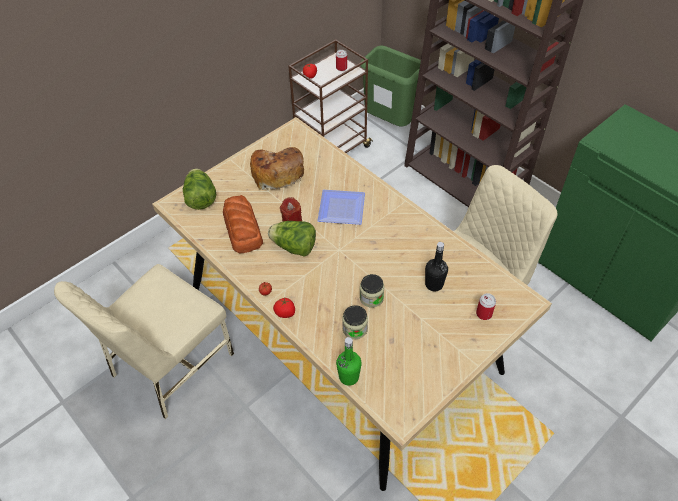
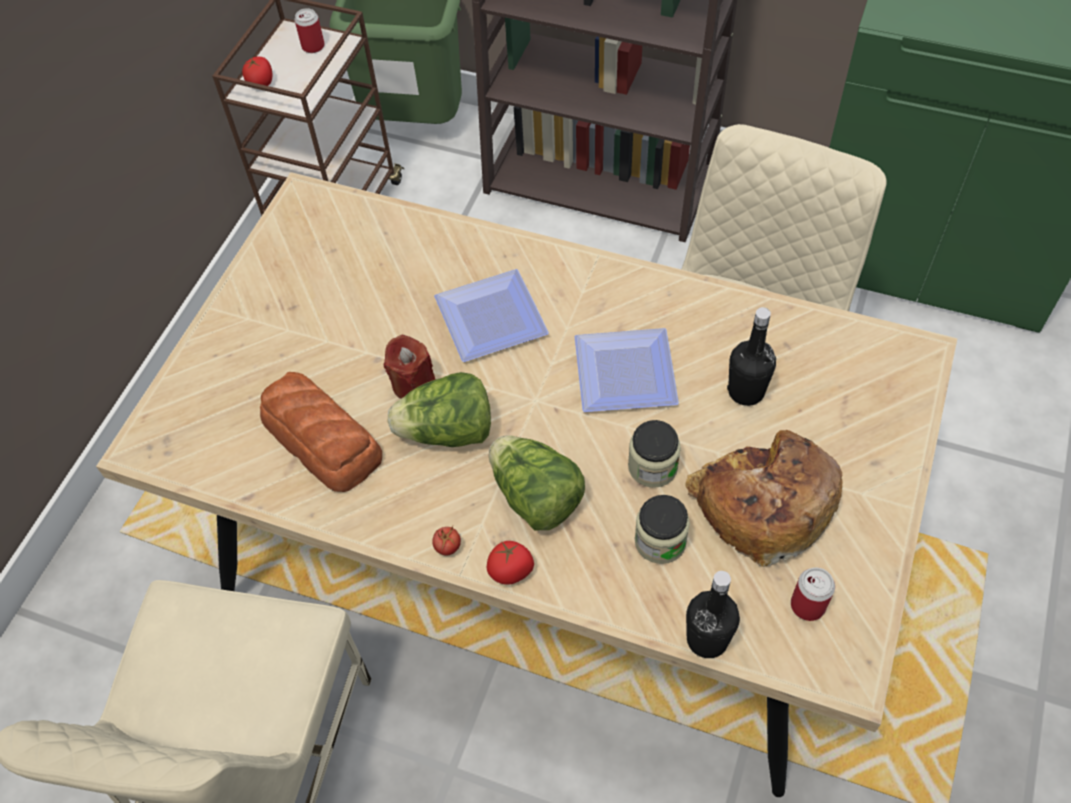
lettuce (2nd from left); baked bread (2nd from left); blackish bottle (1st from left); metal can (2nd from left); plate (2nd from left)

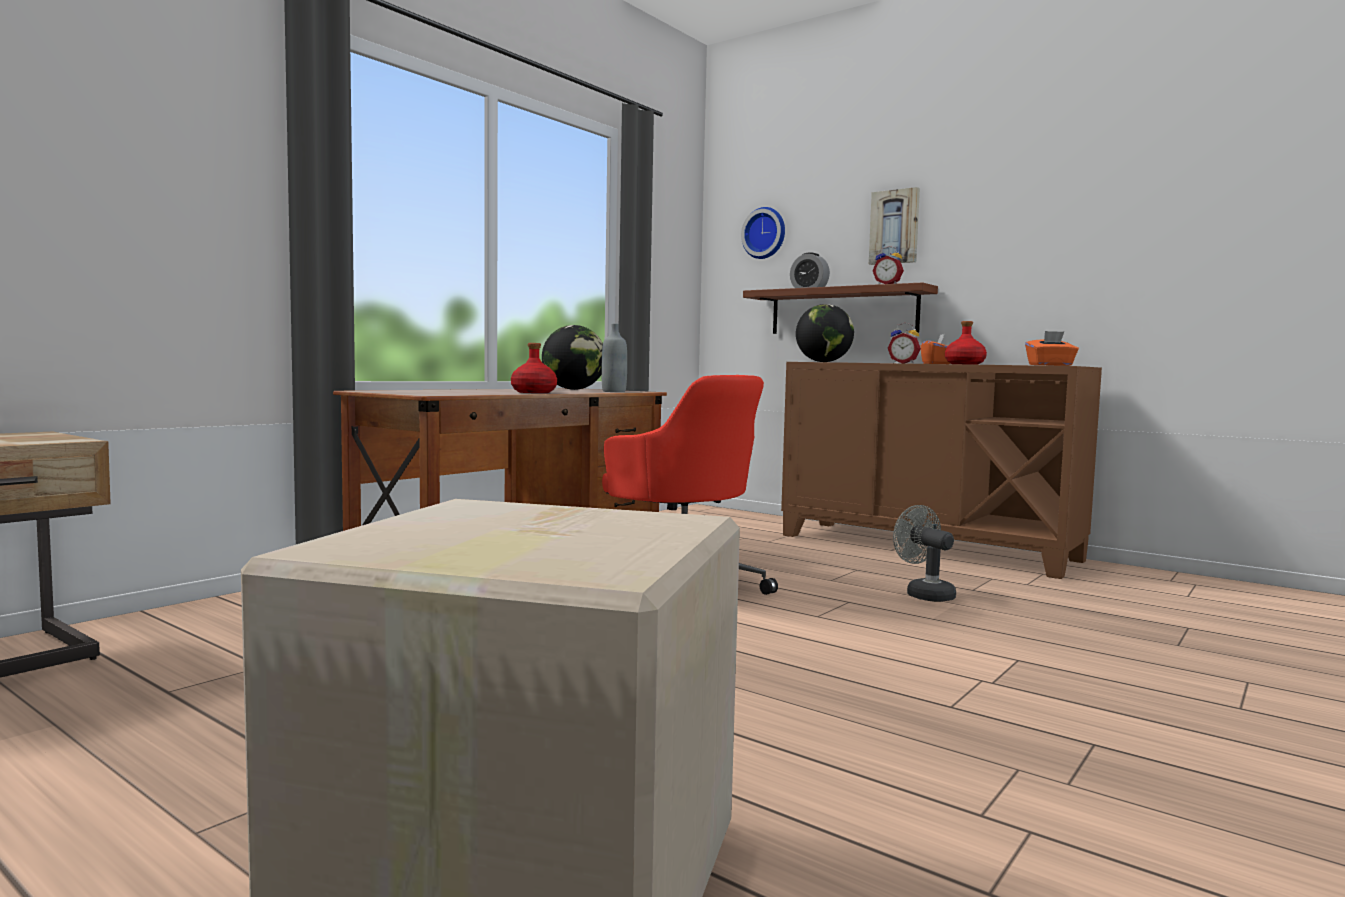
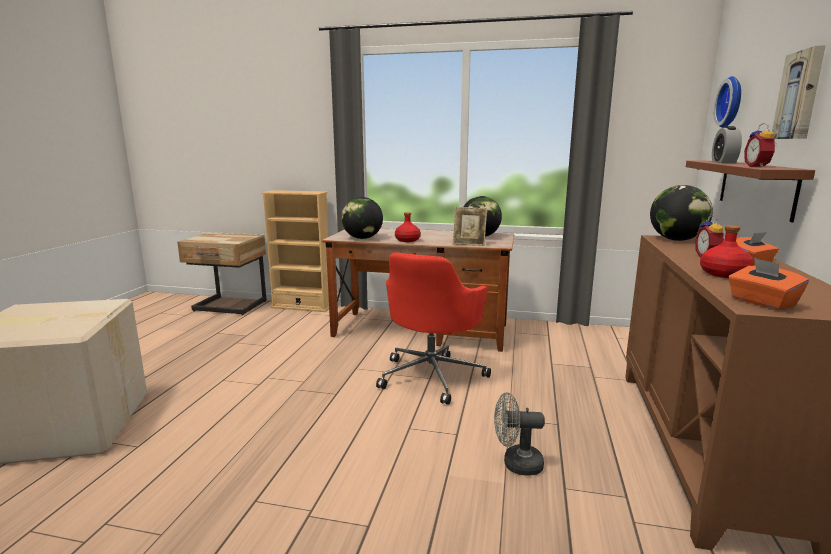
photo frame; greyish cooling fan; beige bookcase; globe (1st from left)

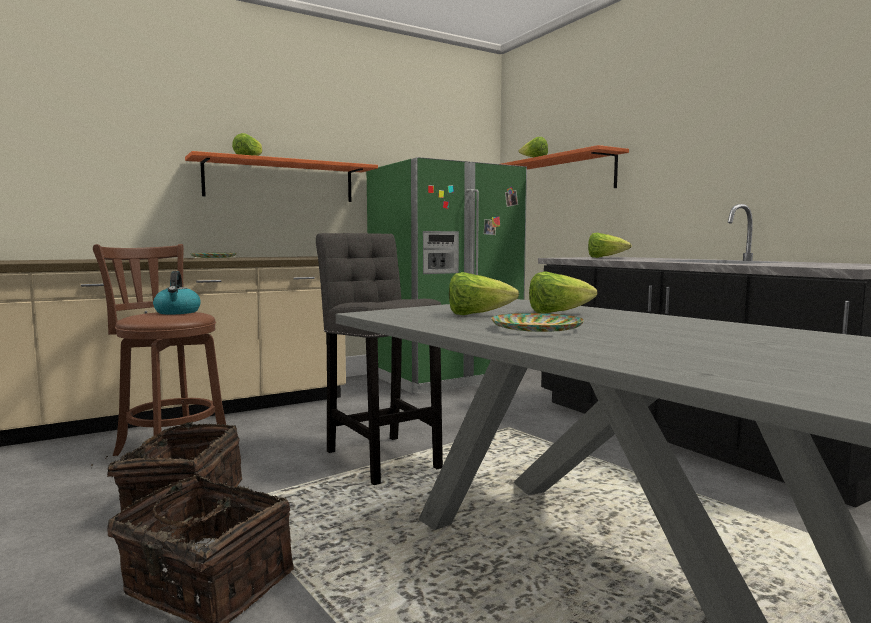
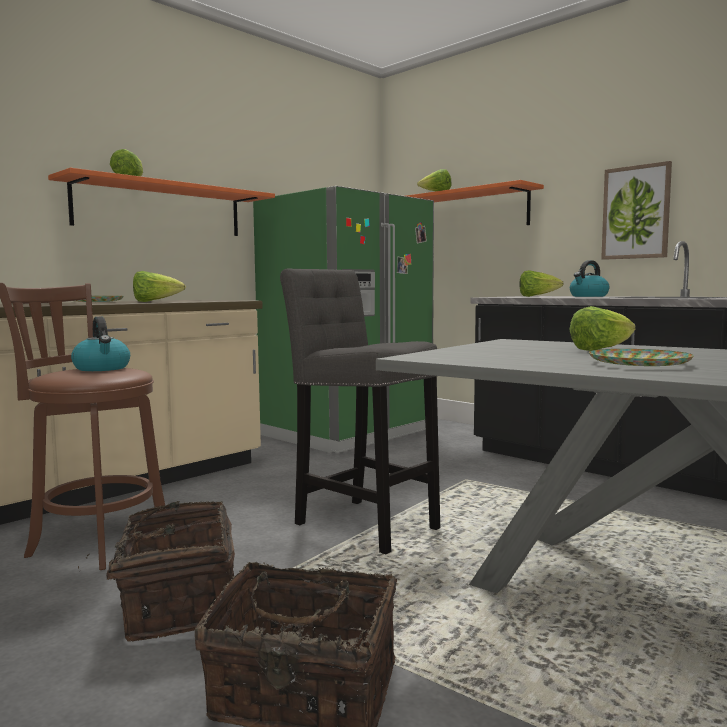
lettuce (2nd from left); water kettle (2nd from left); wall picture

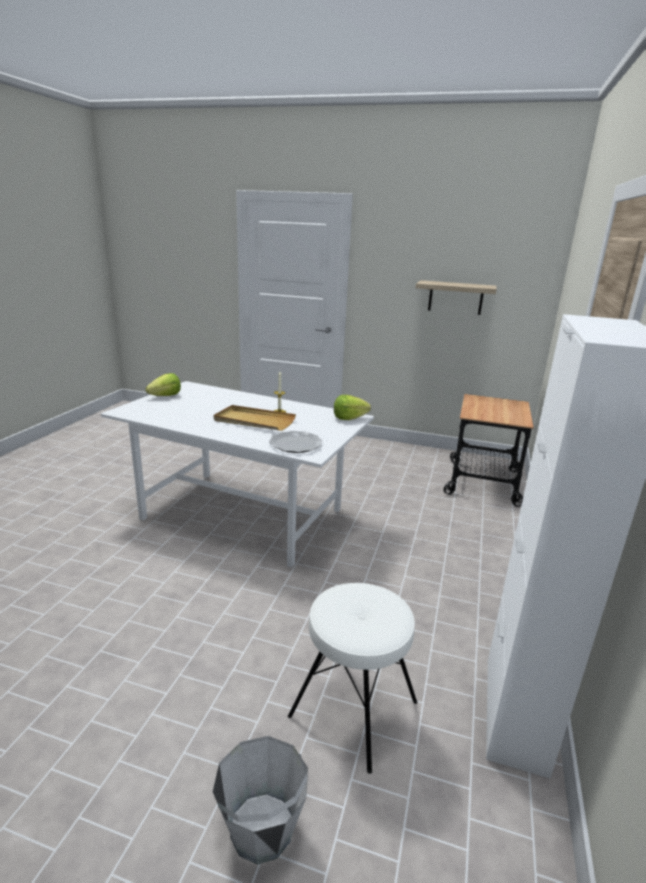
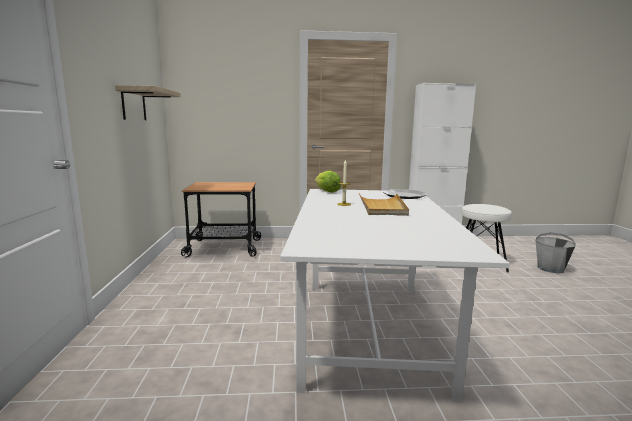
lettuce (1st from left in the first image)

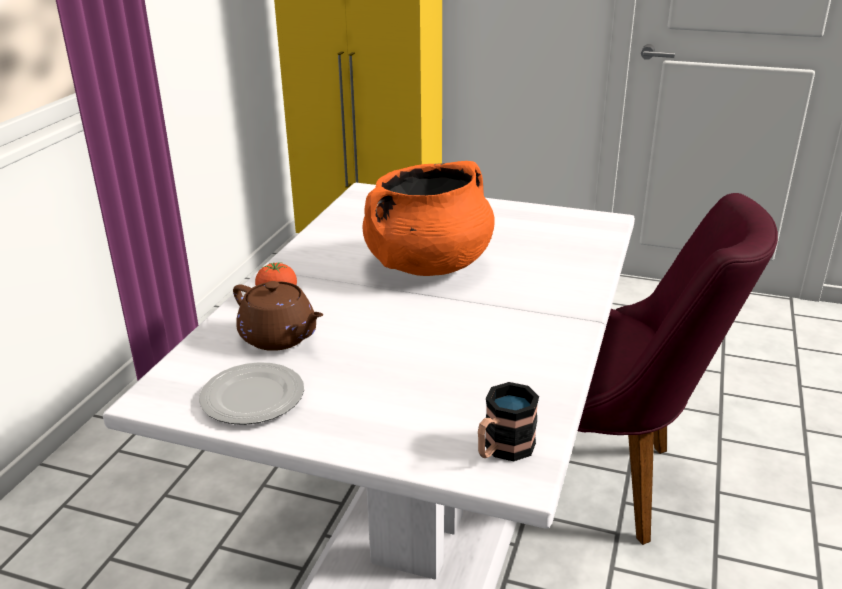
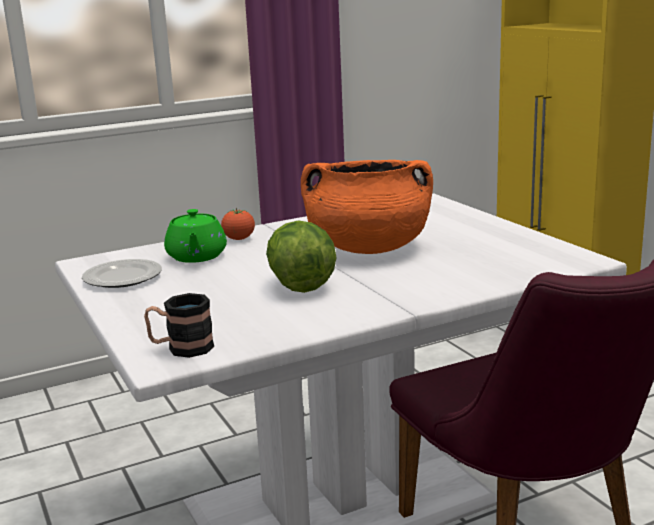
green tea pot; lettuce

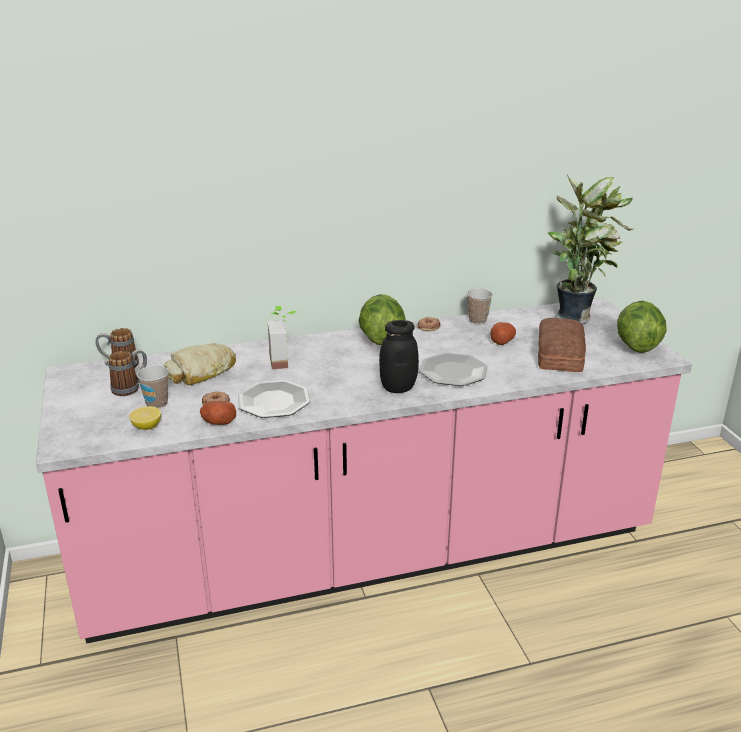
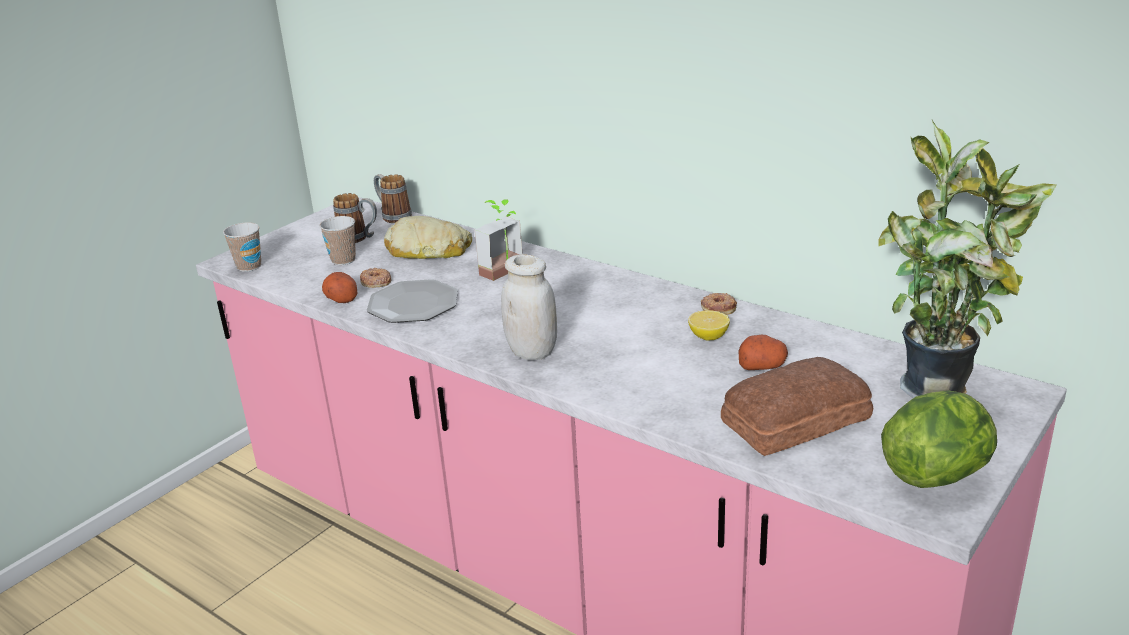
citrus fruit; lettuce (1st from left in the first image); white-coloured jar; plate (2nd from left in the first image); small cup (1st from left)

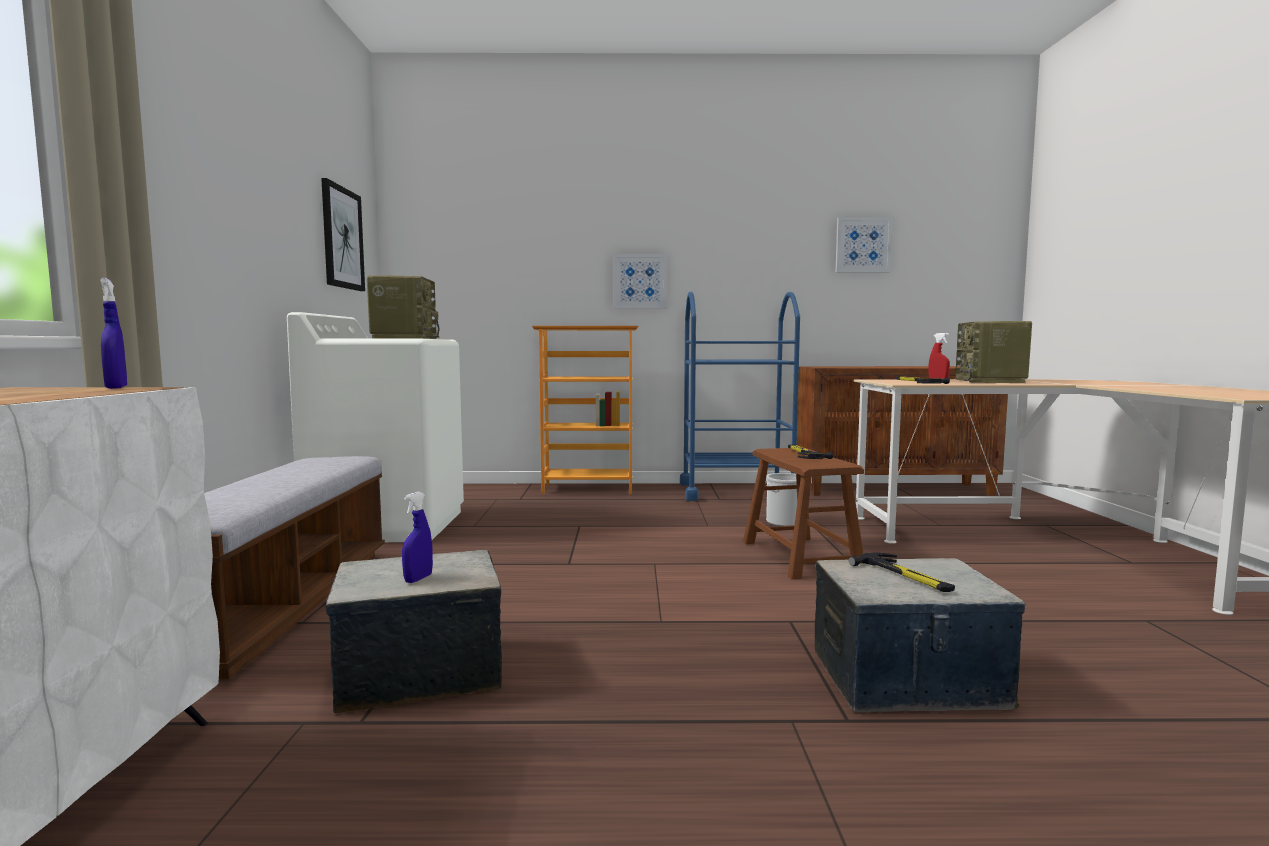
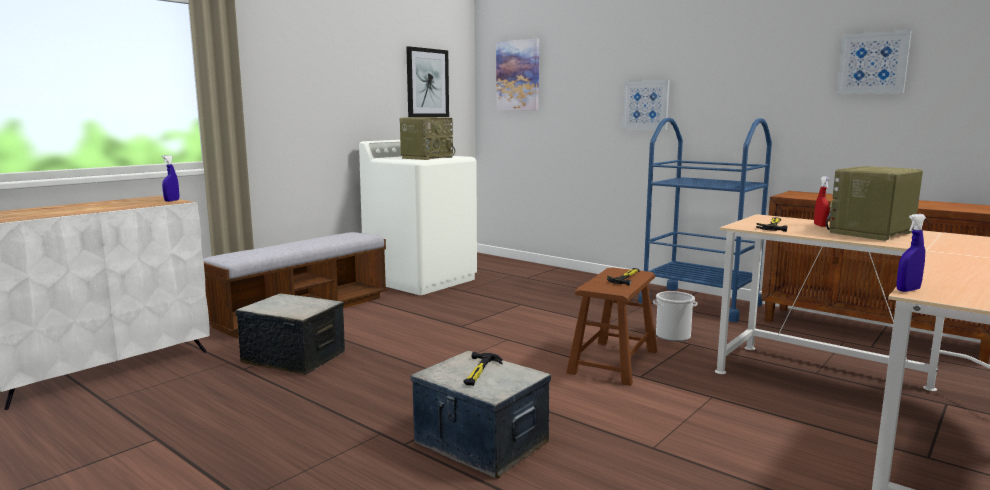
blue spray bottle (2nd from left); bookcase; wall picture (2nd from left)

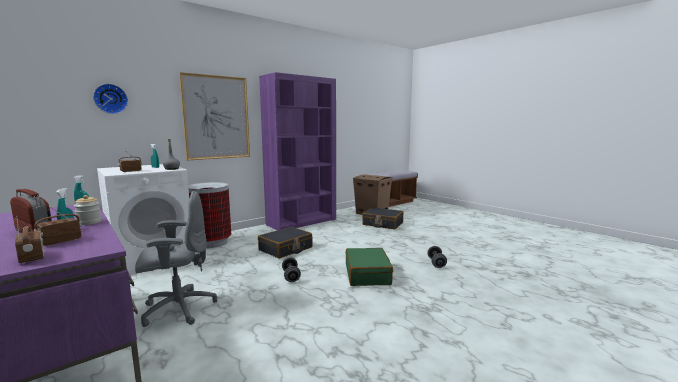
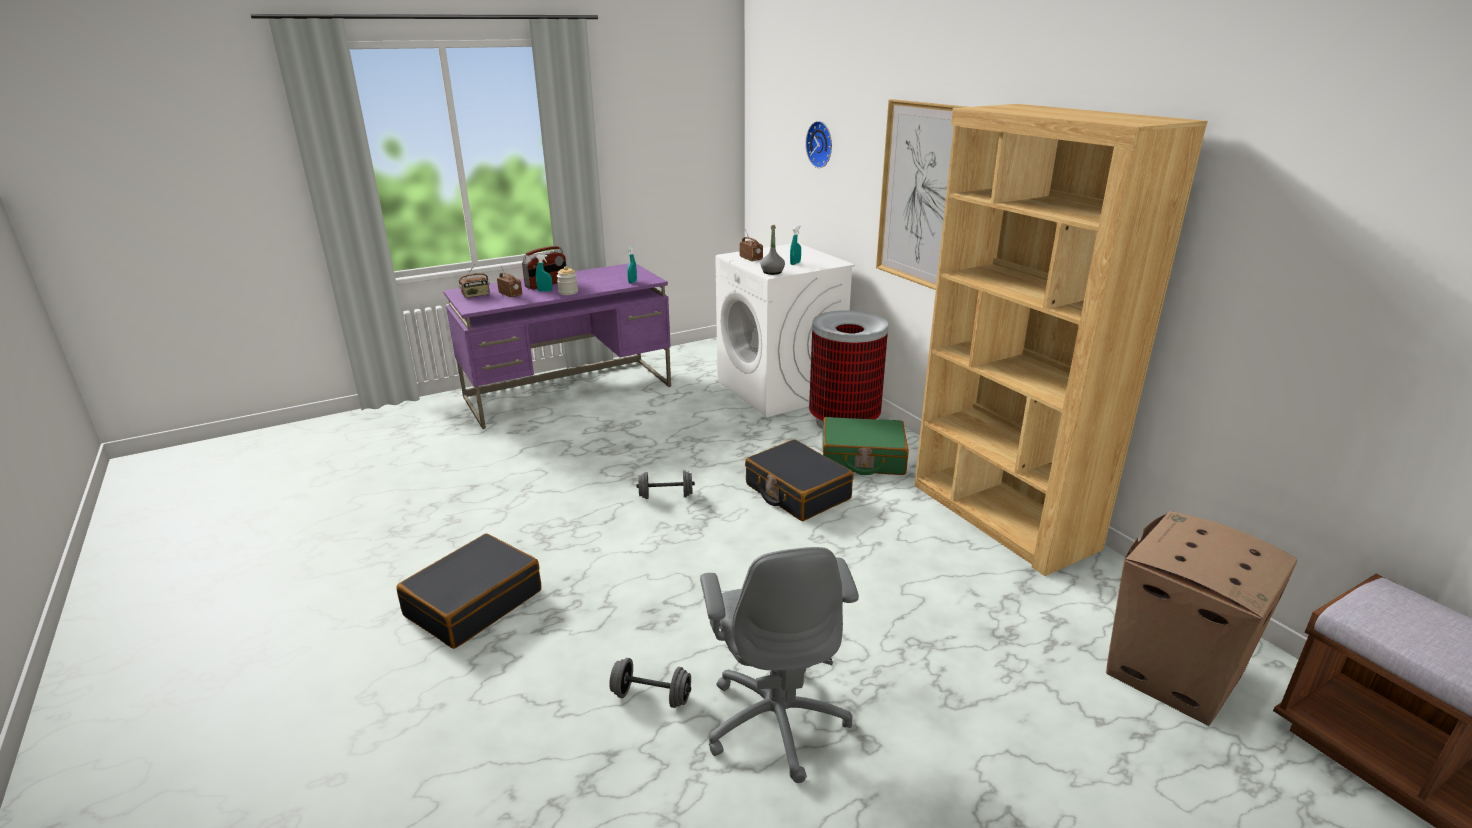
greyish office chair; brown-coloured bookcase; green travel case; blackish travel case (1st from left)

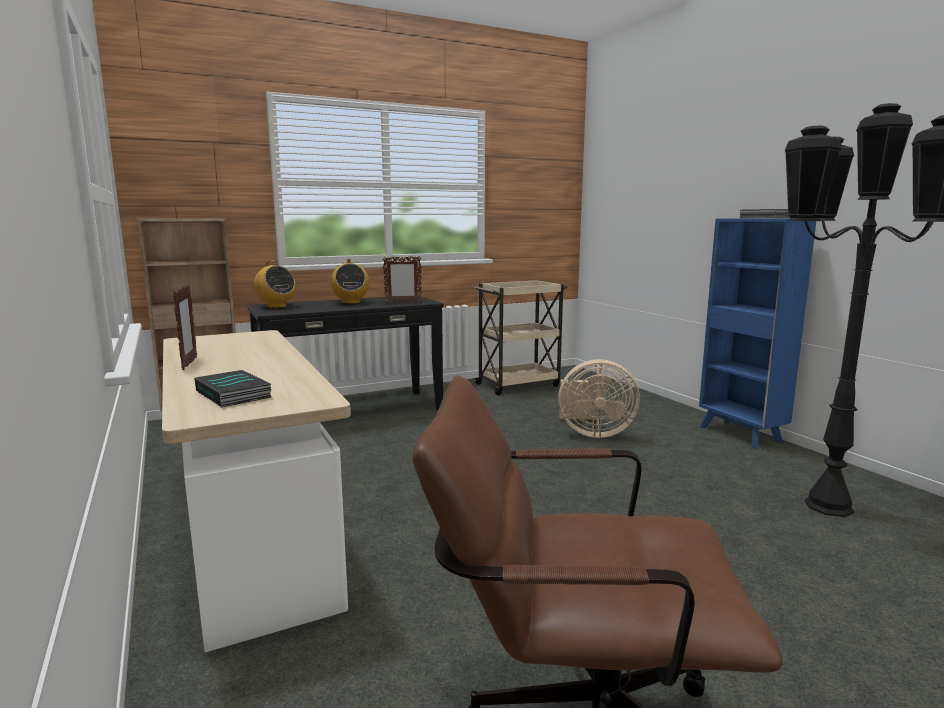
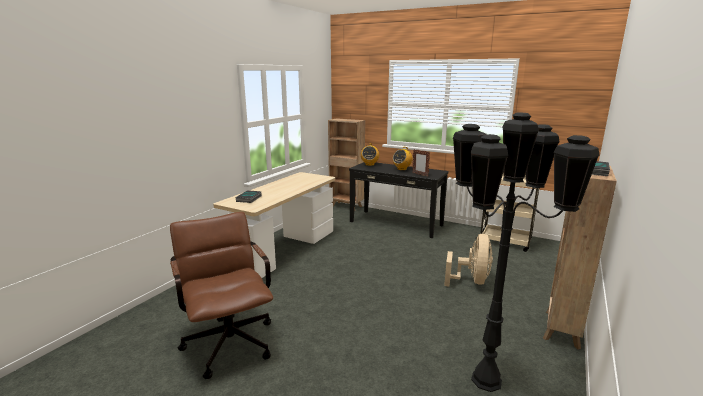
photo frame (1st from left in the first image); beige cooling fan; brown-coloured bookcase (2nd from left)

